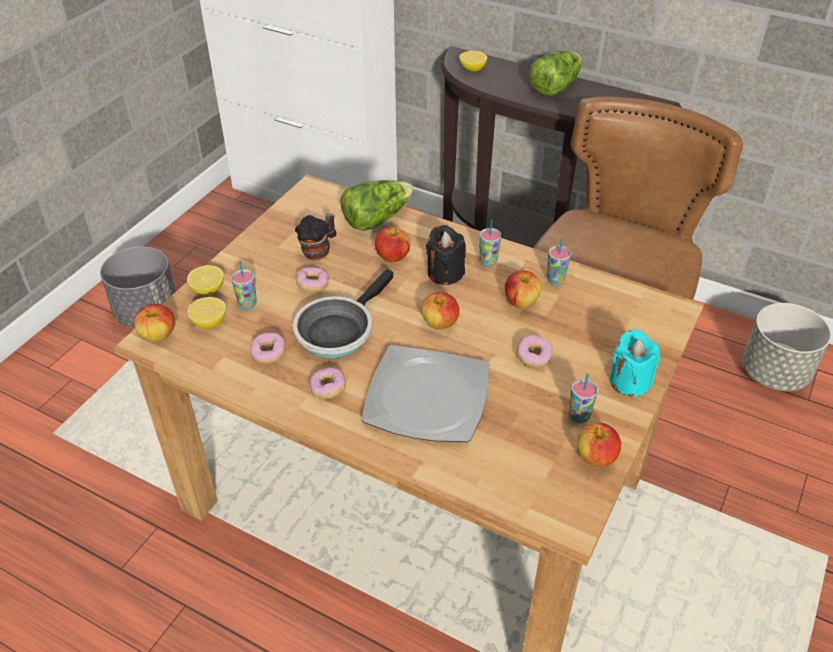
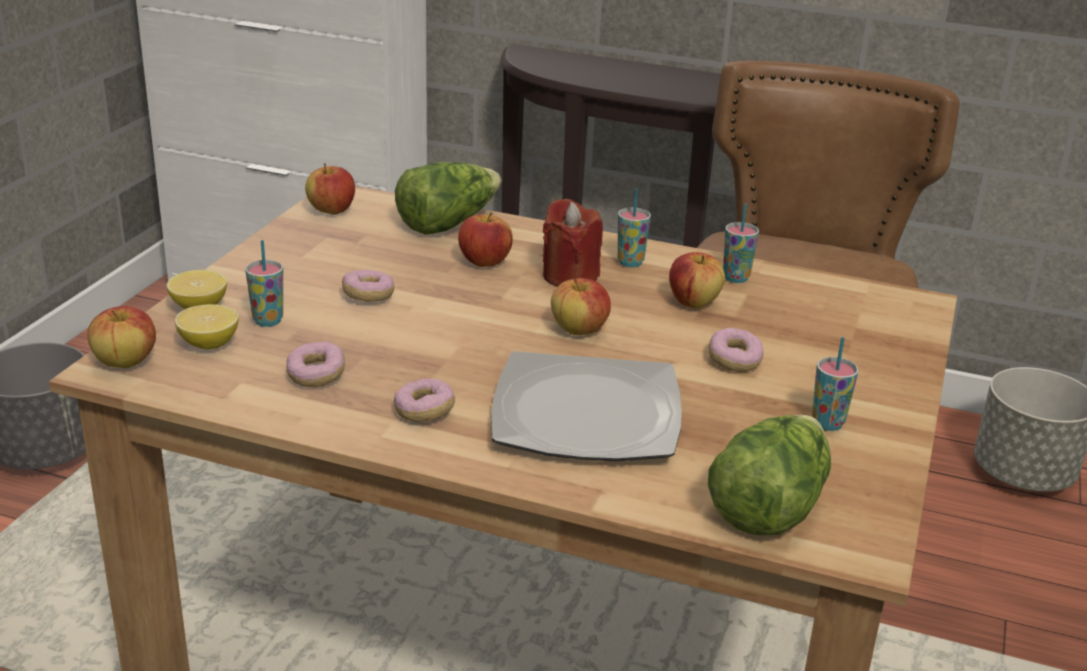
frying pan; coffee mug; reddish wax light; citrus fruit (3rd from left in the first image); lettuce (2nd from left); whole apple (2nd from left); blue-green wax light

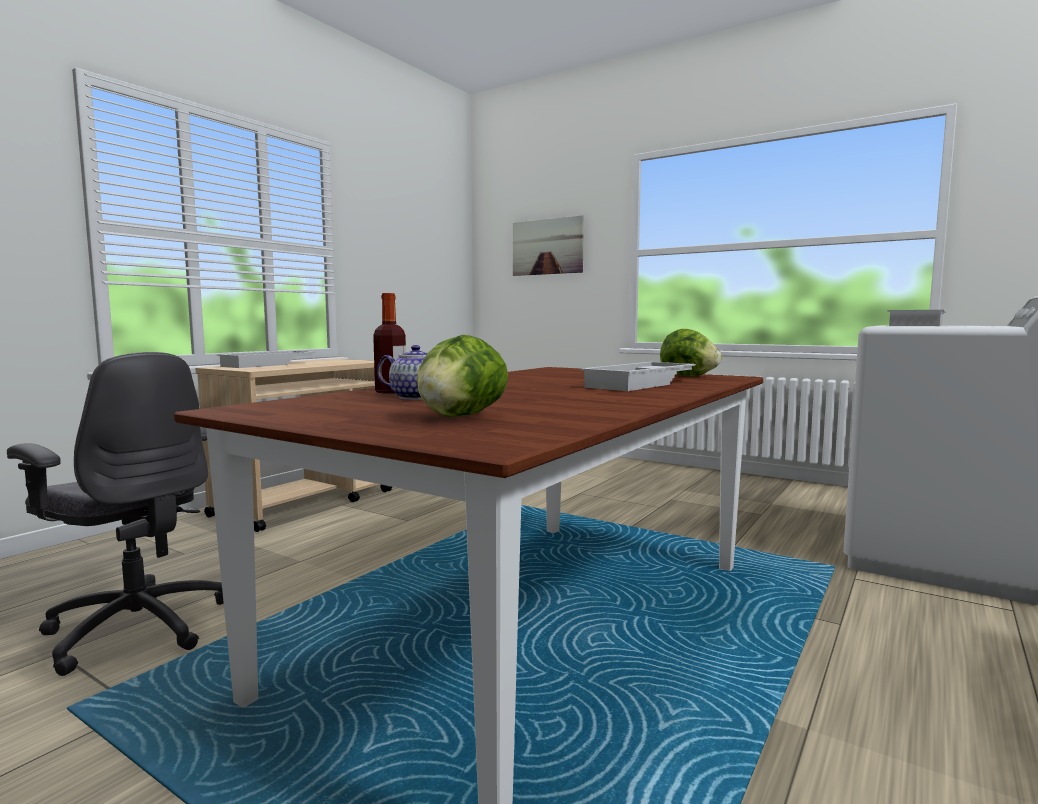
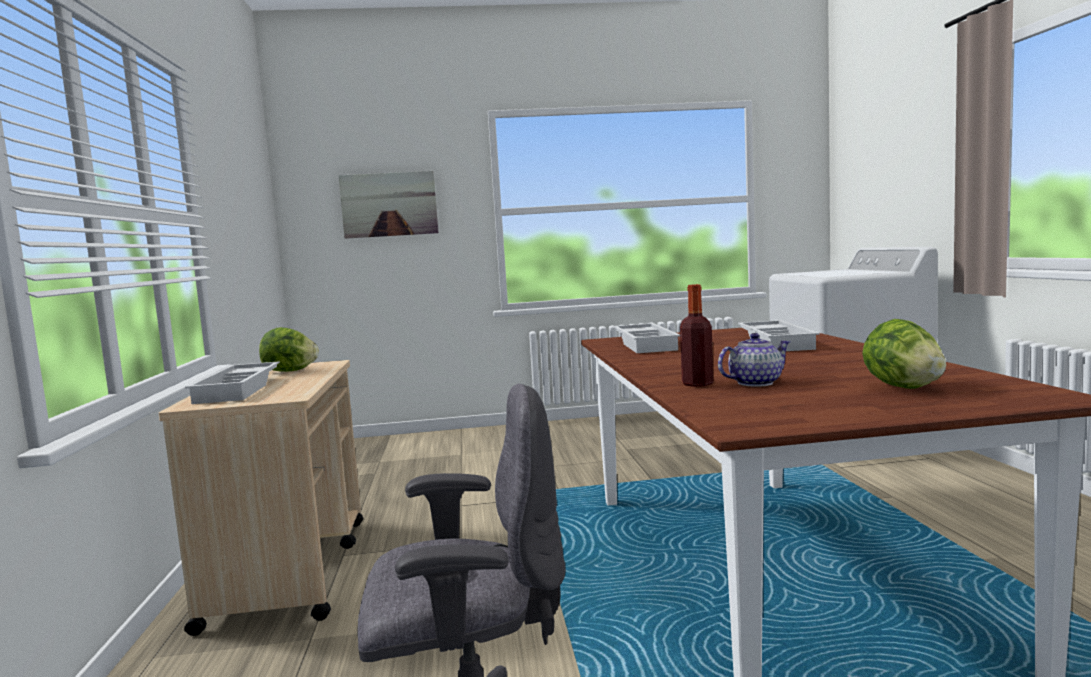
lettuce (1st from left); white-coloured carrying tray (2nd from left)

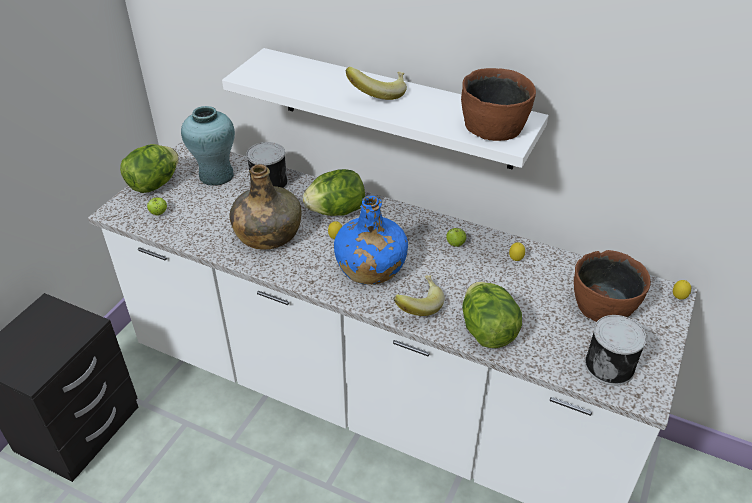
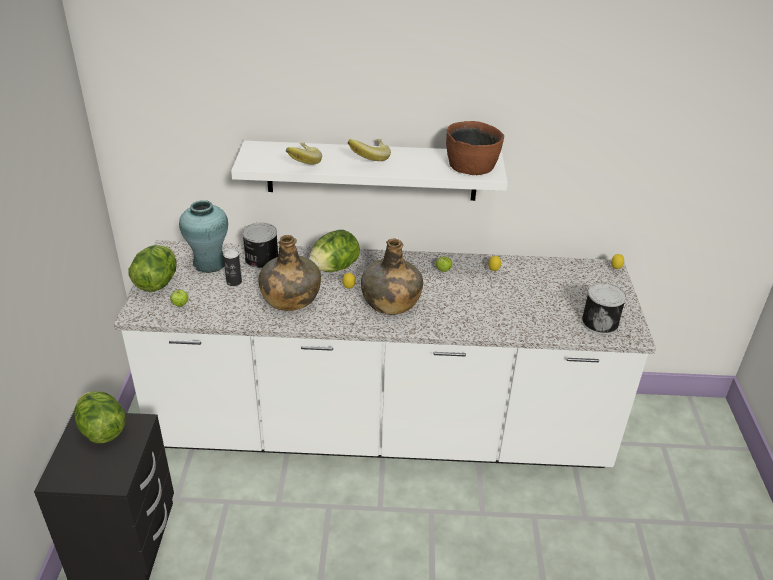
green bottle (2nd from left); banana fruit (1st from left); lettuce (1st from left); brown-coloured deep dish (2nd from left in the first image); metal can (1st from left)

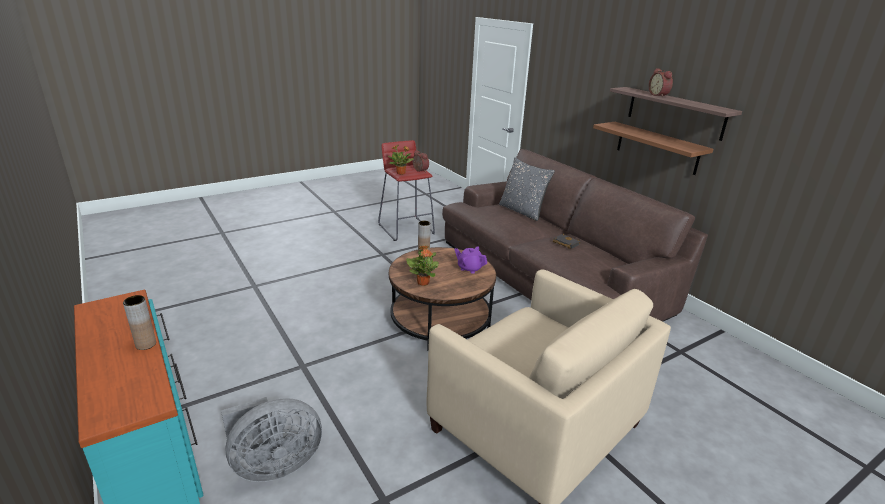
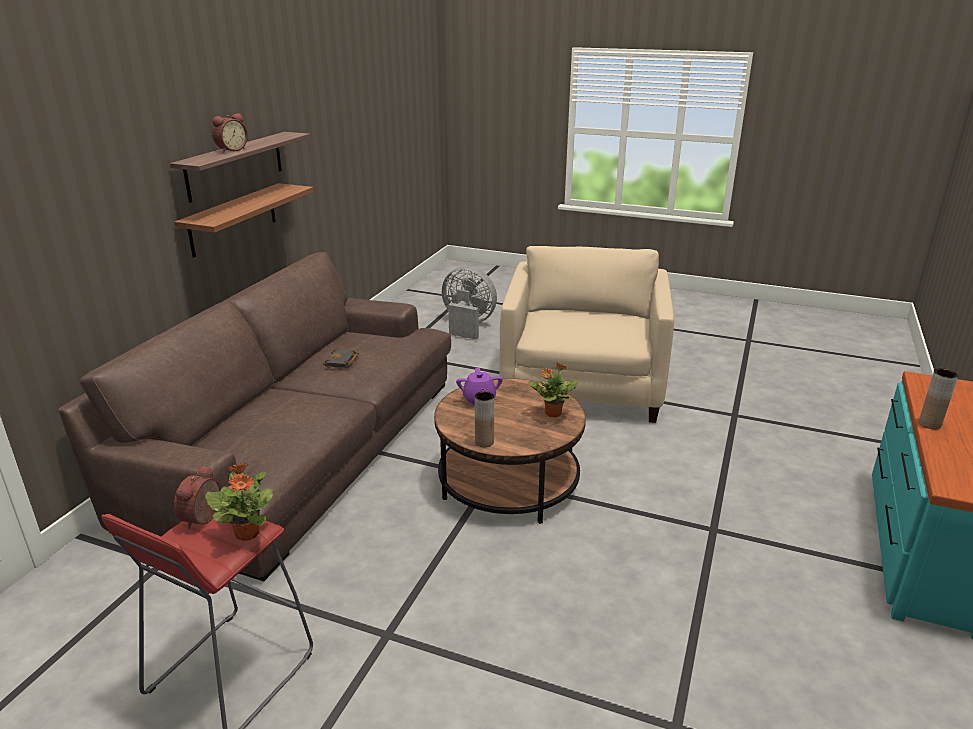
greyish cooling fan; greyish pillow

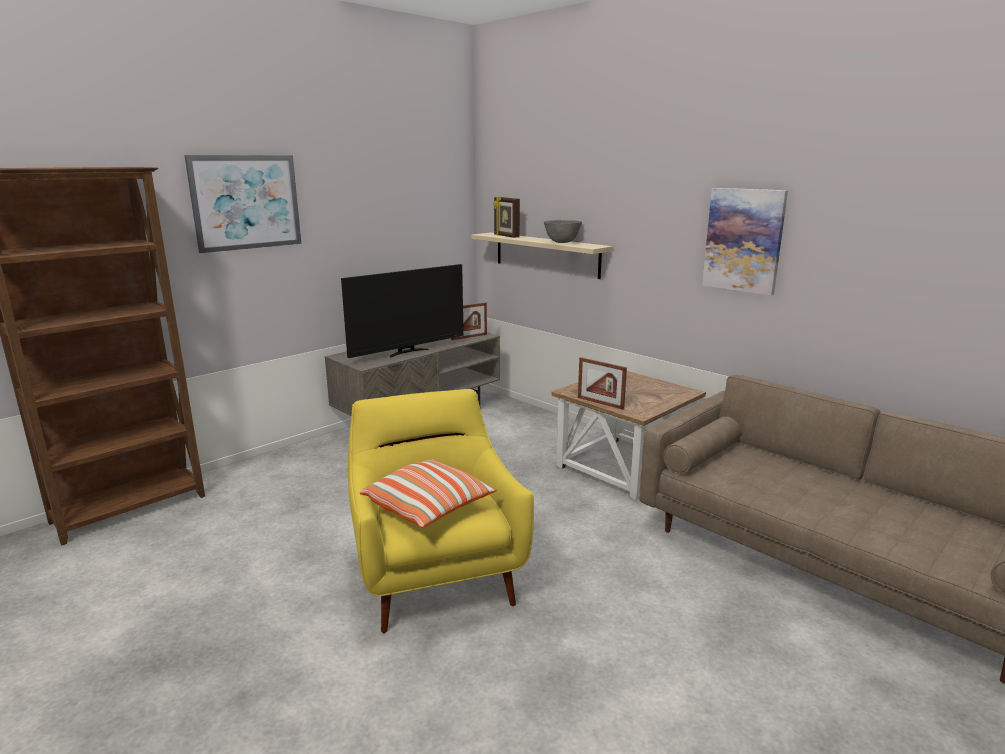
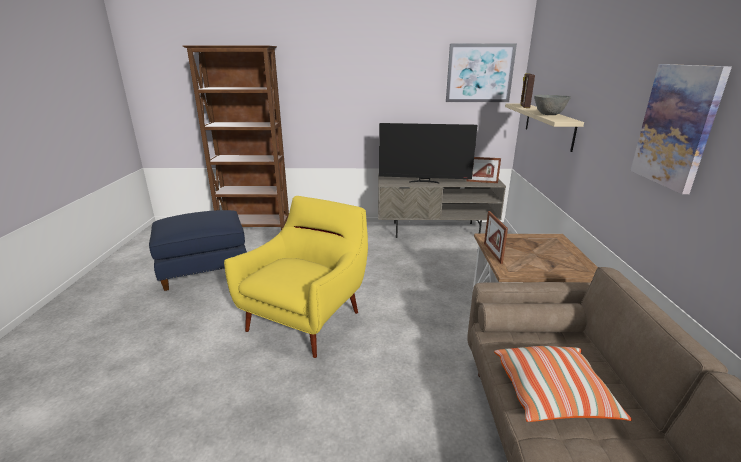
wall picture (1st from left); pillow; blue ottoman

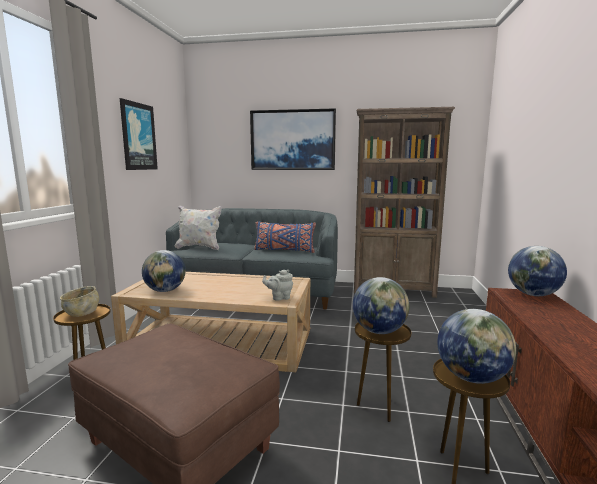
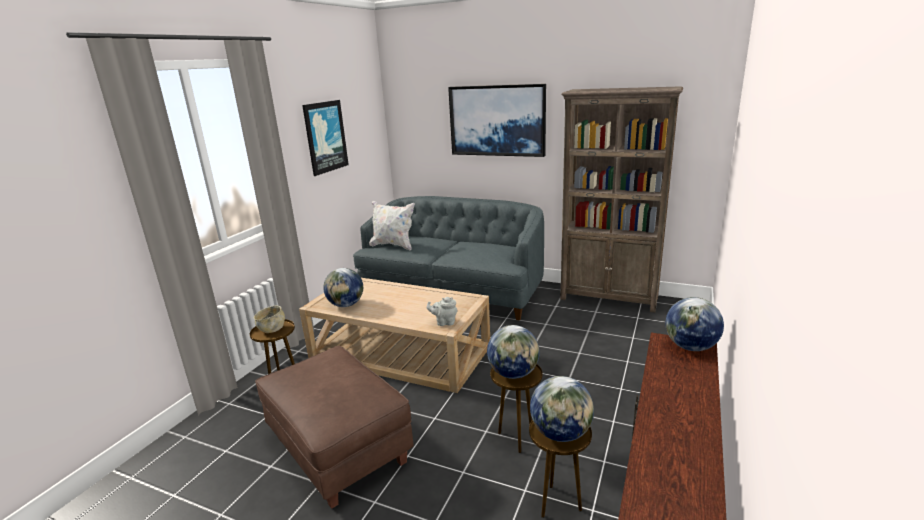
blue pillow

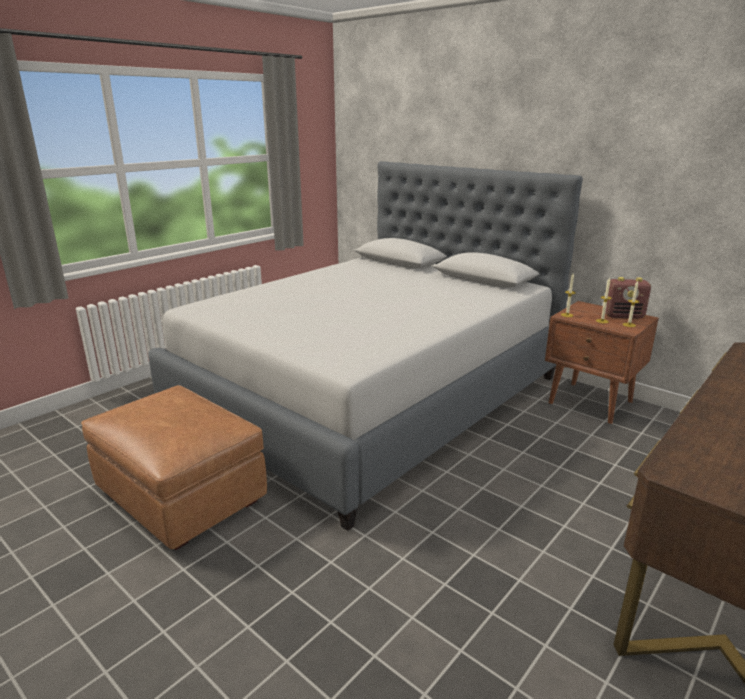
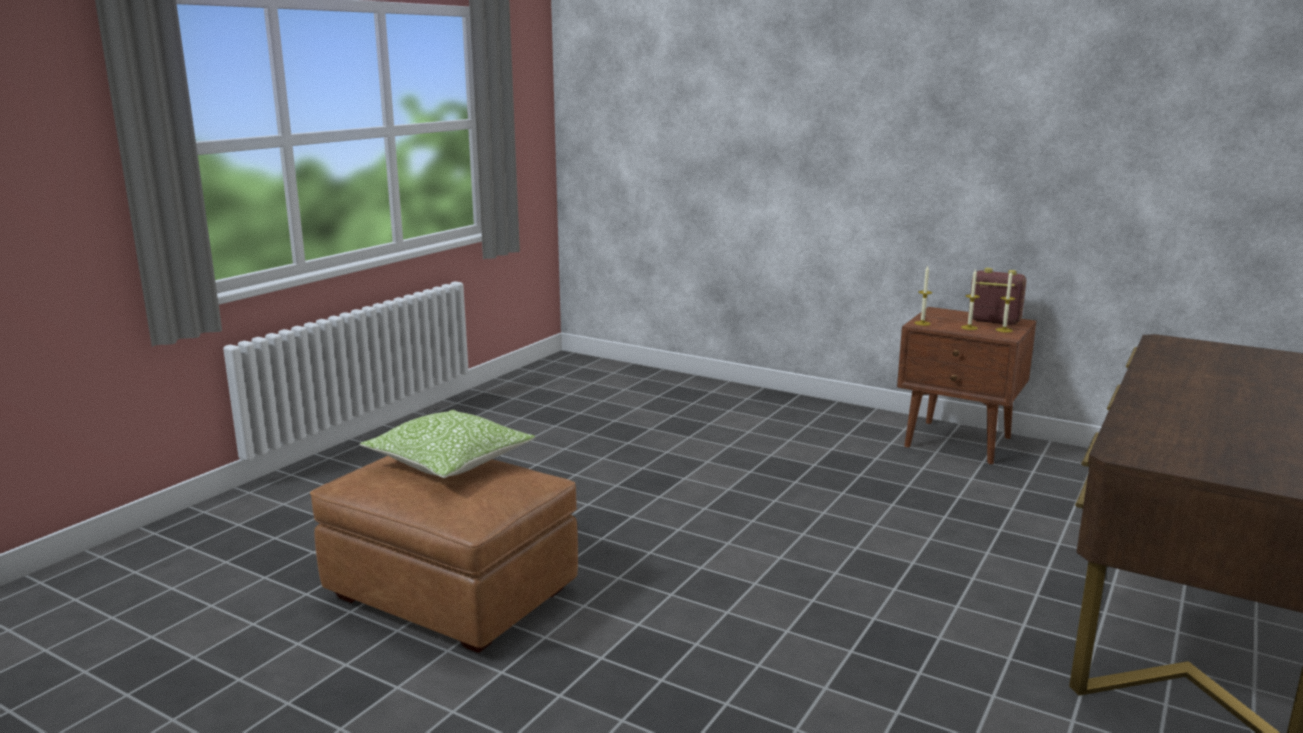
greyish bedroom bed; radio set; pillow

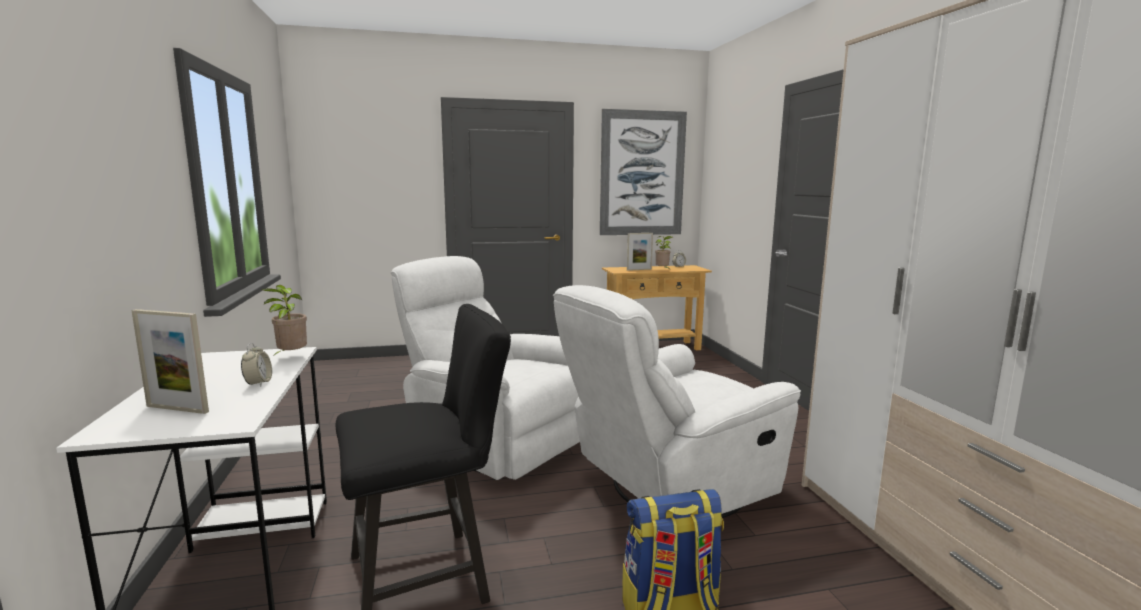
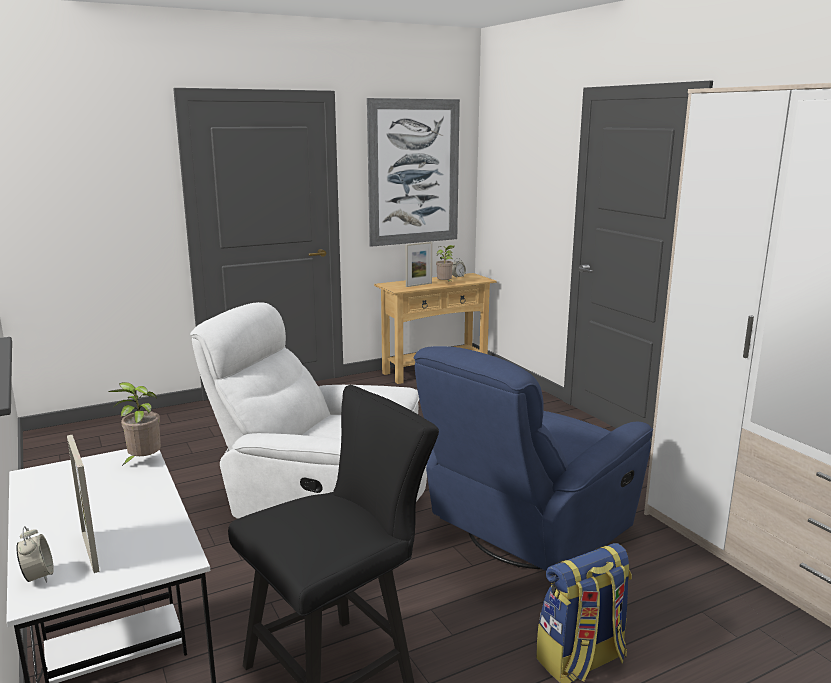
photo frame (1st from left); bedside clock (1st from left); blue armchair

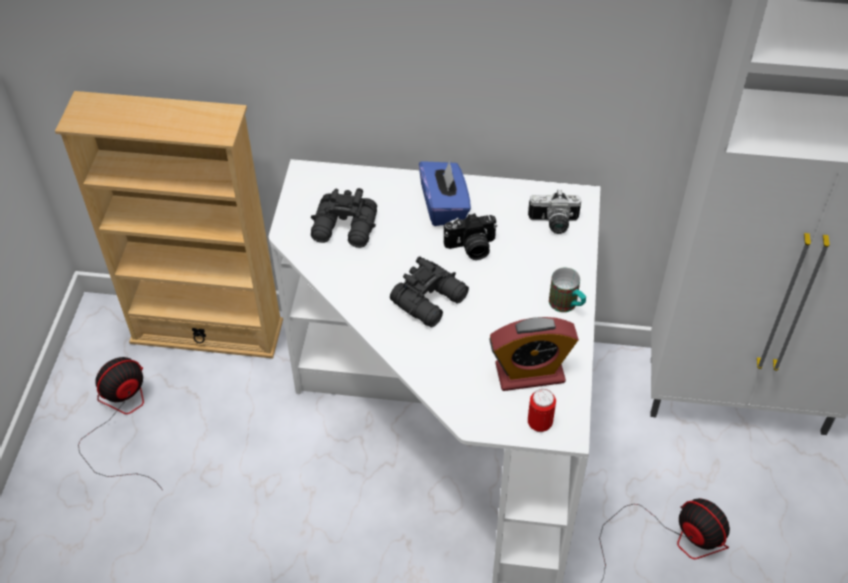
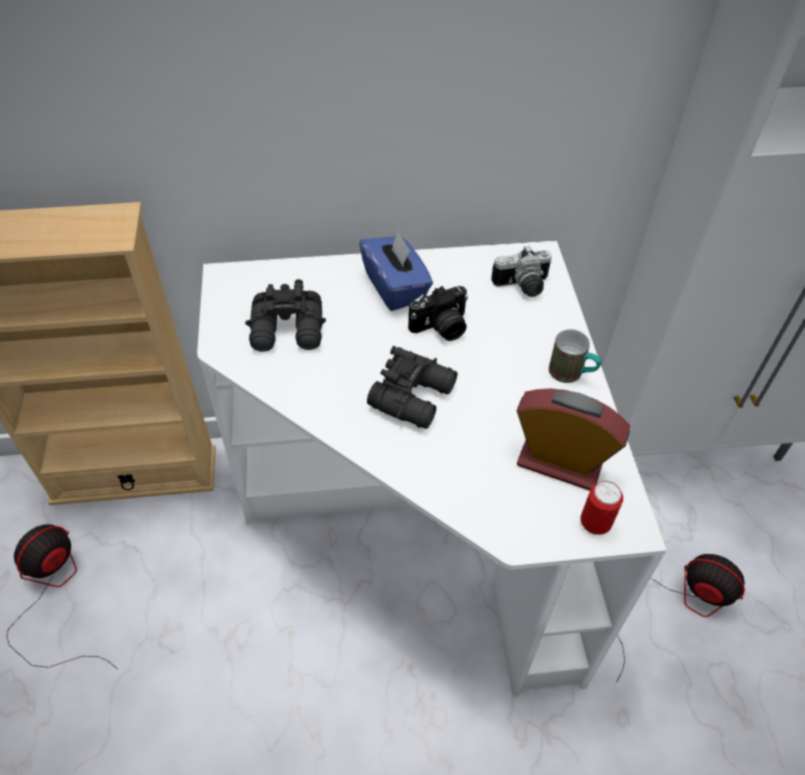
bedside clock

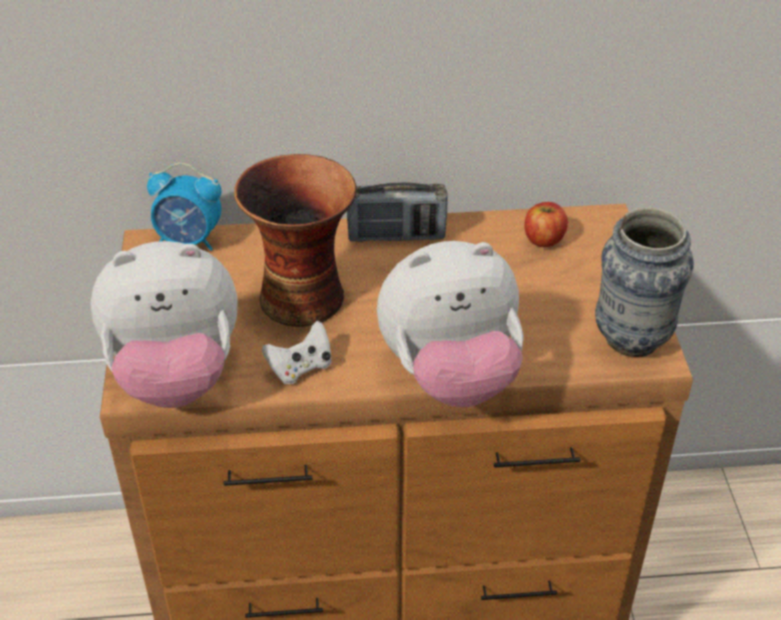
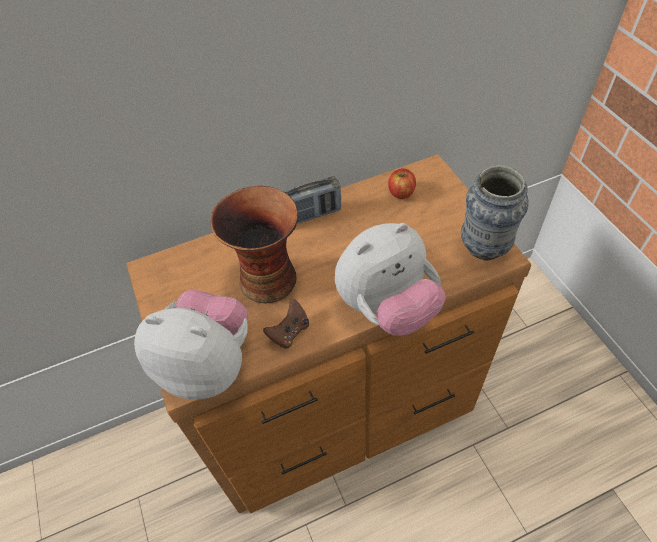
cuddly toy (1st from left); bedside clock; brown-coloured joypad

